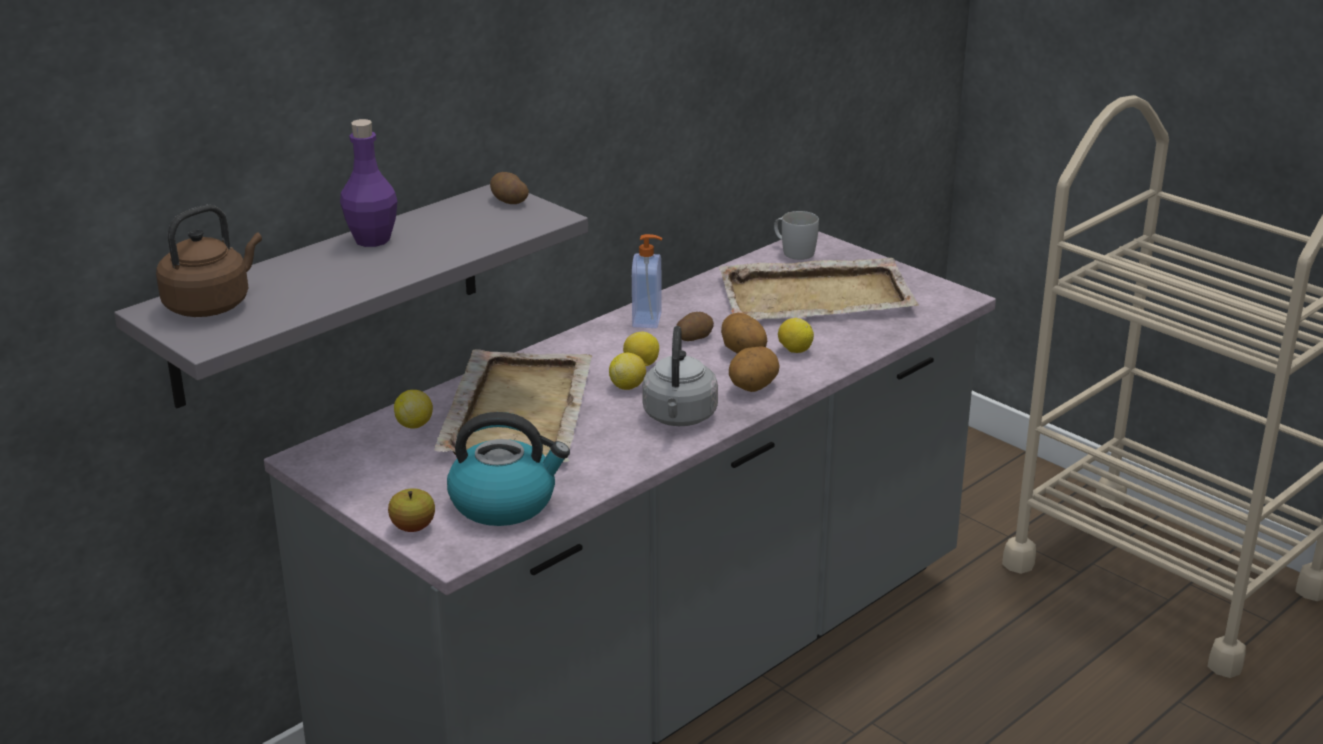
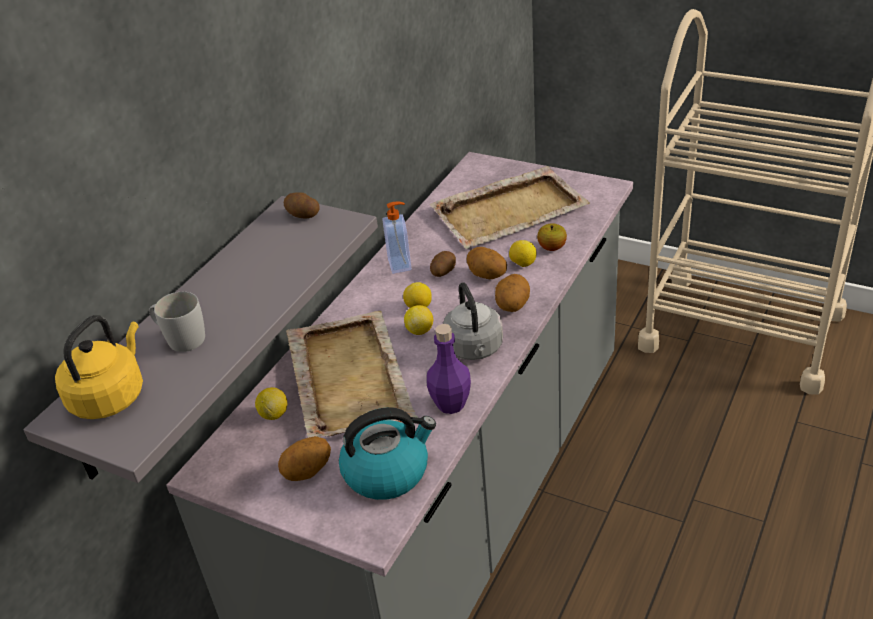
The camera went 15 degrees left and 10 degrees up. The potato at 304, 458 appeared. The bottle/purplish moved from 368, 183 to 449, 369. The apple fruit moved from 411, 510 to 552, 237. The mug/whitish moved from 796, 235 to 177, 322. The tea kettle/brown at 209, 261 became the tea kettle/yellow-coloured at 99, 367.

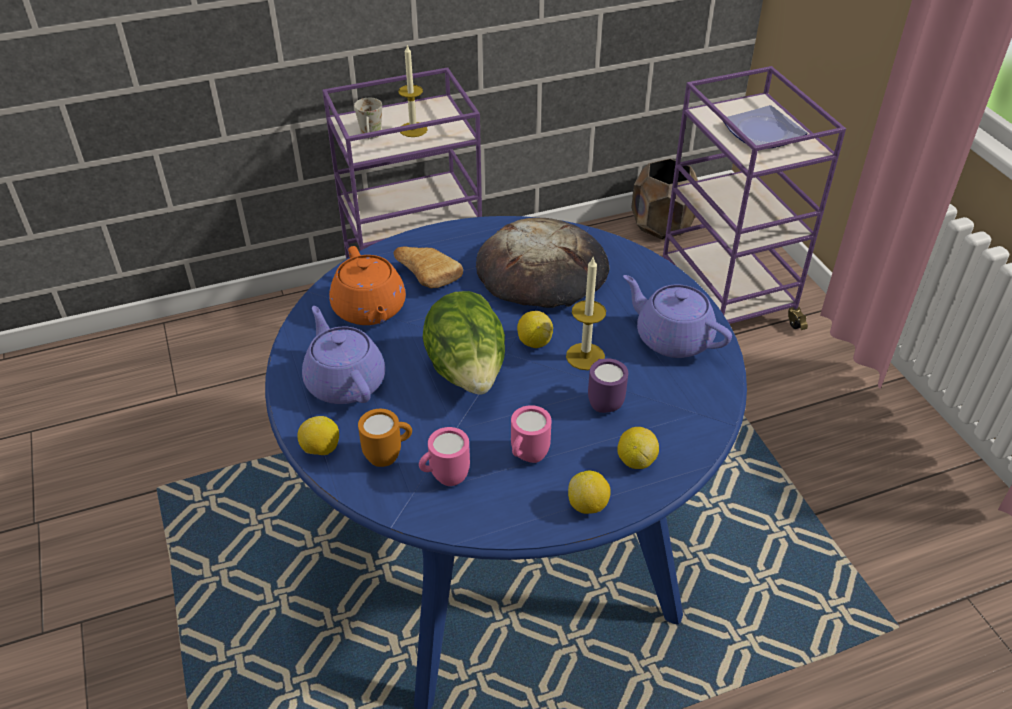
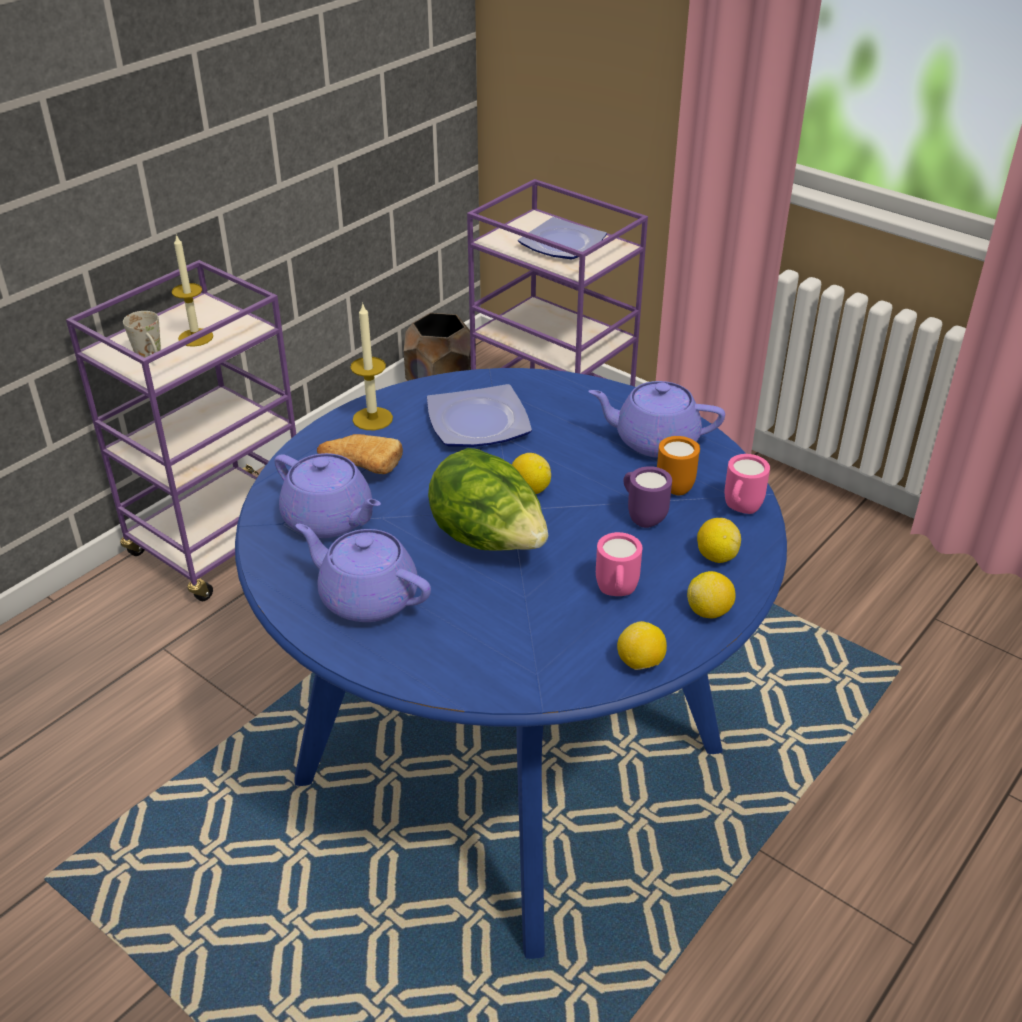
The camera went 30 degrees left and 5 degrees down. The whole lemon moved from 318, 435 to 642, 645. The mug/orangey moved from 385, 438 to 678, 466. The mug/pinkish moved from 444, 456 to 747, 484. The wax candle moved from 586, 313 to 371, 366. The bakery bread at 542, 263 was replaced by the plate at 479, 415. The tea pot/orangey at 367, 285 became the tea pot/purplish at 327, 495.

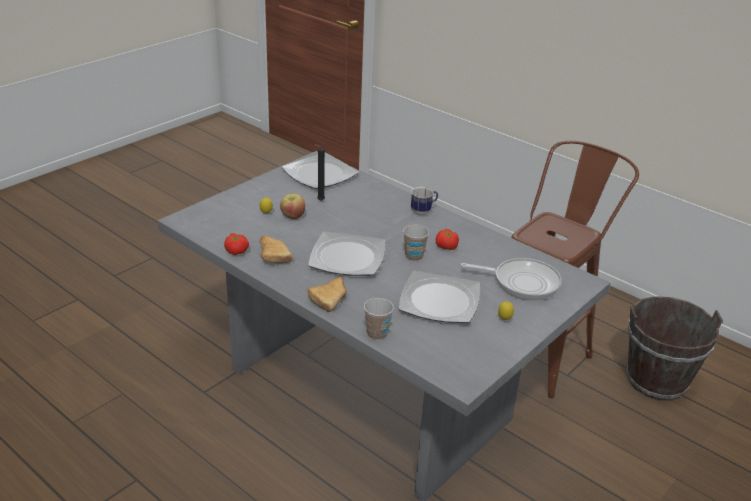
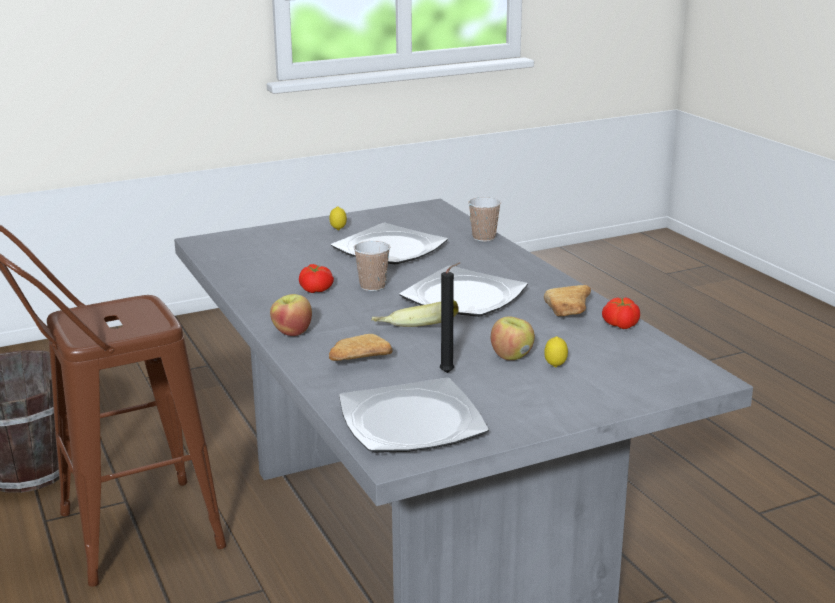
The camera went 155 degrees left and 10 degrees down. The frying pan at 511, 279 disappeared. The whole banana at 415, 313 appeared. The bakery bread moved from 327, 294 to 361, 347. The mug at 424, 201 was replaced by the apple fruit at 291, 315.

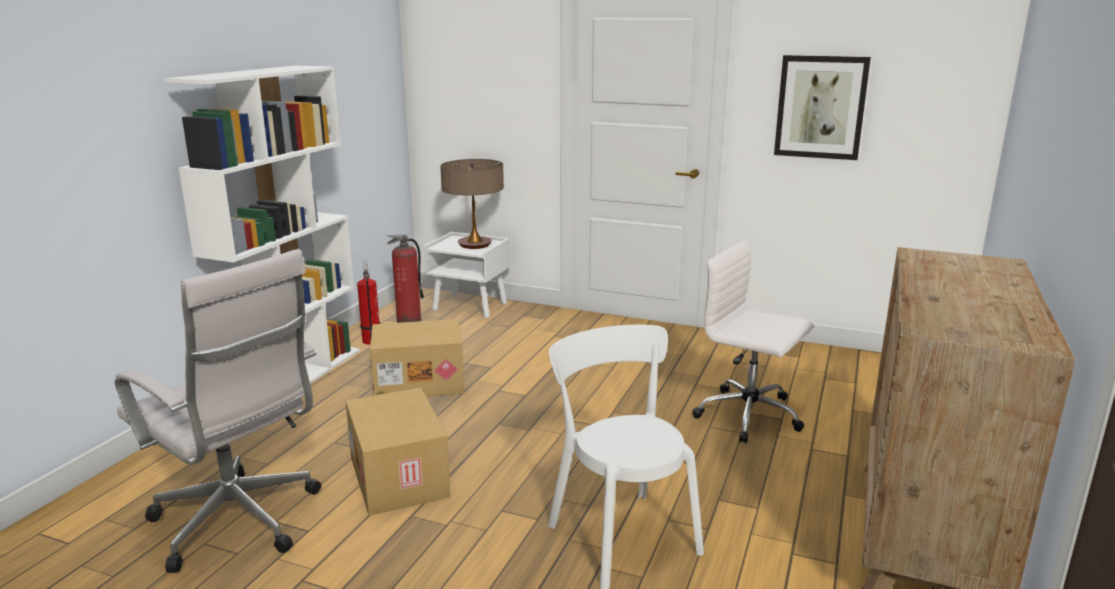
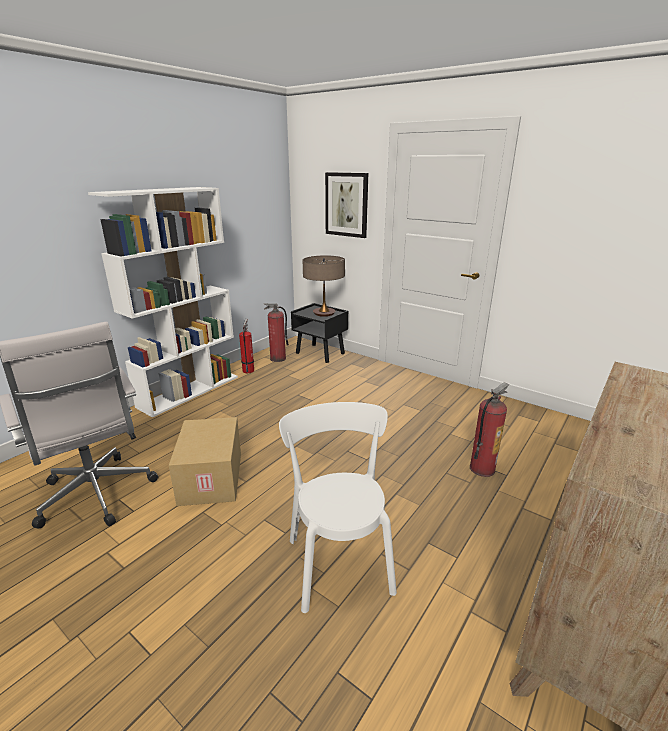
The camera went 15 degrees right and 5 degrees up. The packing box at 417, 358 disappeared. The picture moved from 822, 107 to 346, 205. The computer chair/whitish at 752, 342 was replaced by the fire extinguisher at 489, 430. The bedside table/whitish at 467, 275 became the bedside table/blackish at 319, 333.

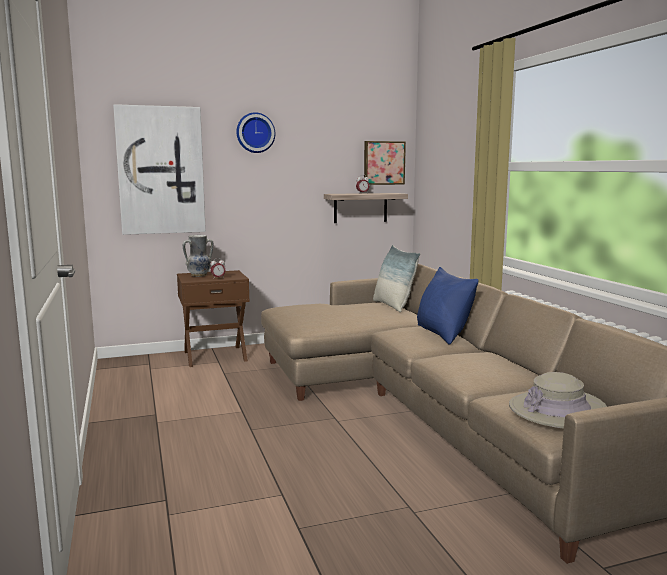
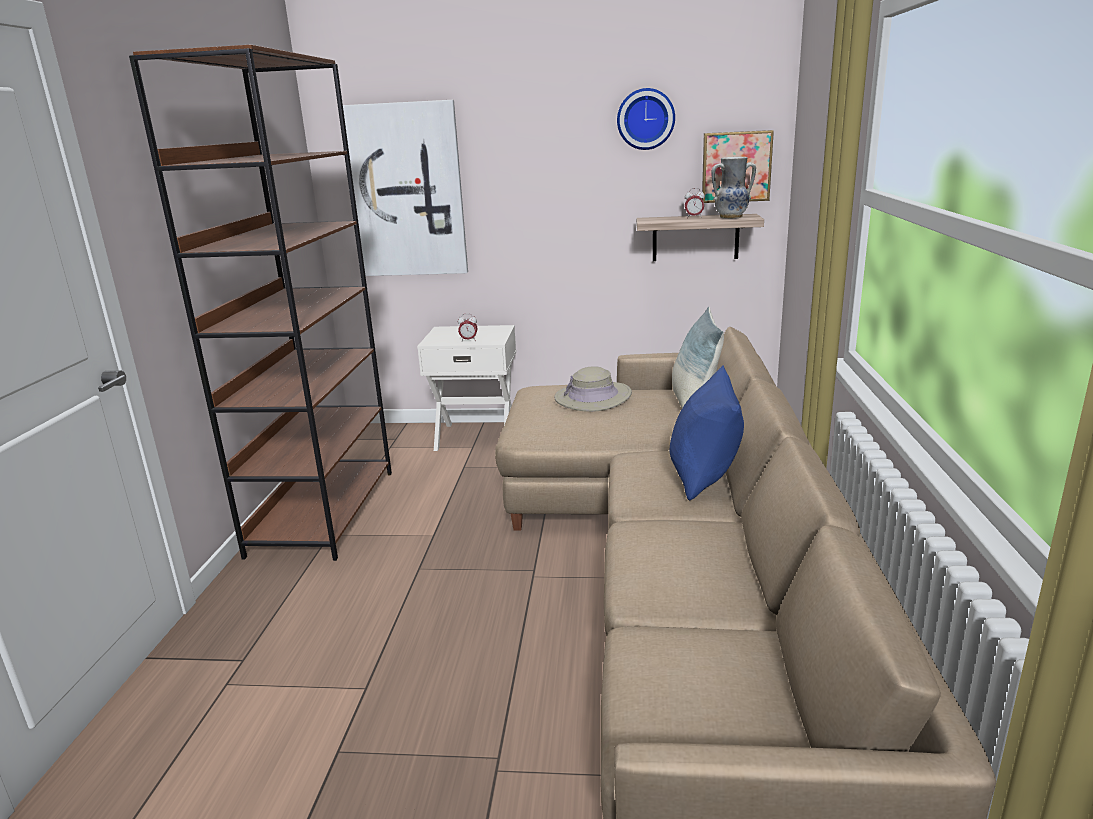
The camera went 25 degrees right and 10 degrees up. The bookcase/brown at 260, 303 appeared. The flower vase moved from 198, 256 to 733, 188. The hanging clock moved from 255, 132 to 646, 119. The hat/beige moved from 558, 400 to 593, 389. The bedside table/brown at 213, 318 became the bedside table/whitish at 466, 388.

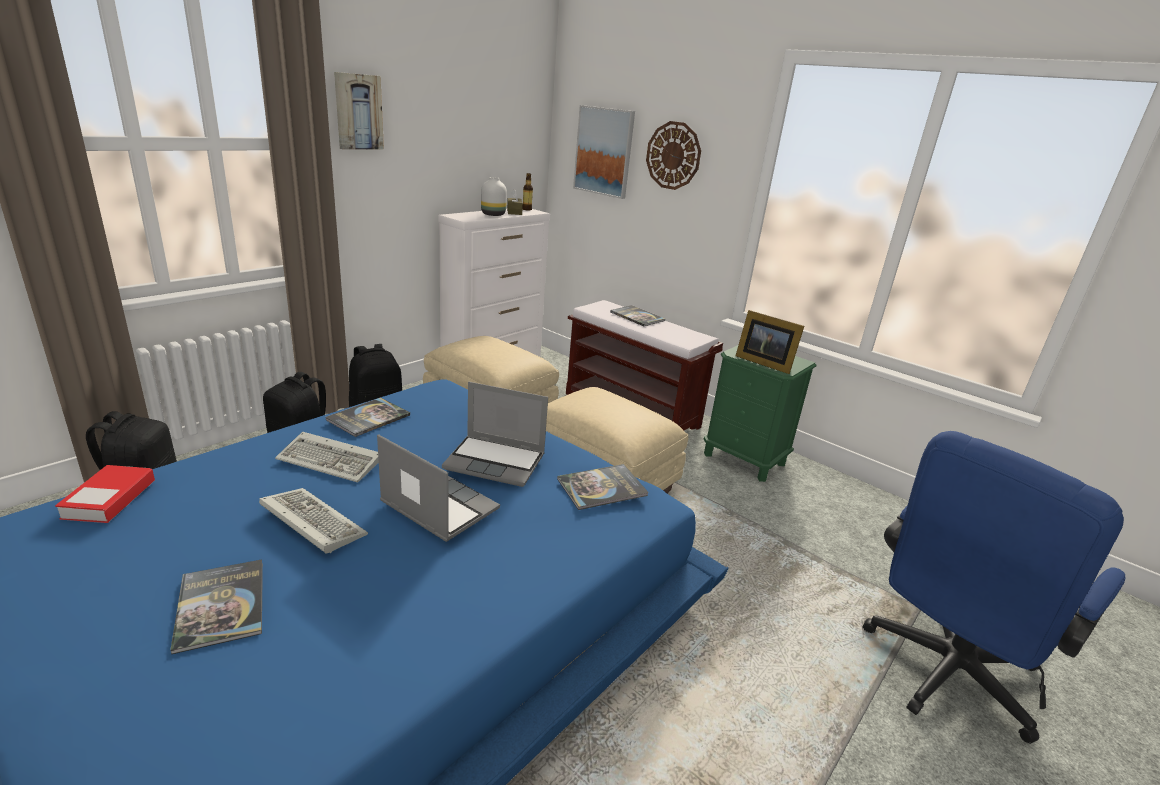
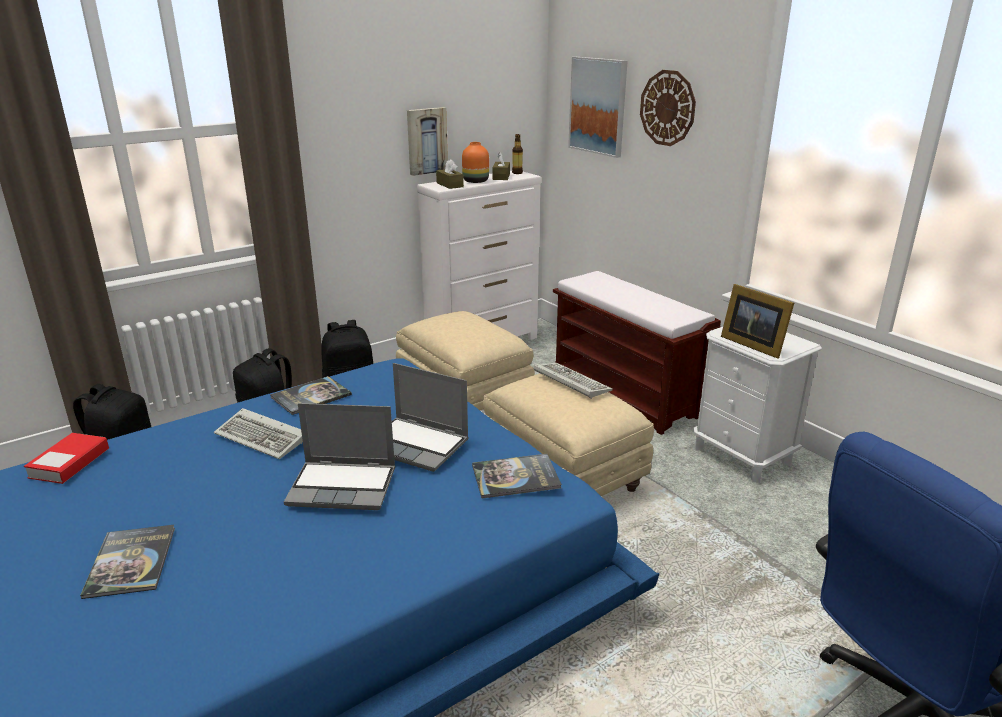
The camera went 15 degrees right and 0 degrees up. The bound book at 637, 315 disappeared. The tissue box/brown at 450, 174 appeared. The keyboard moved from 313, 520 to 573, 381. The picture moved from 359, 111 to 427, 141. The flower vase/whitish at 494, 196 became the flower vase/orangey at 475, 162. The bedside table/greenish at 760, 413 became the bedside table/whitish at 757, 405. The portable computer at 438, 488 turned 135 degrees clockwise.

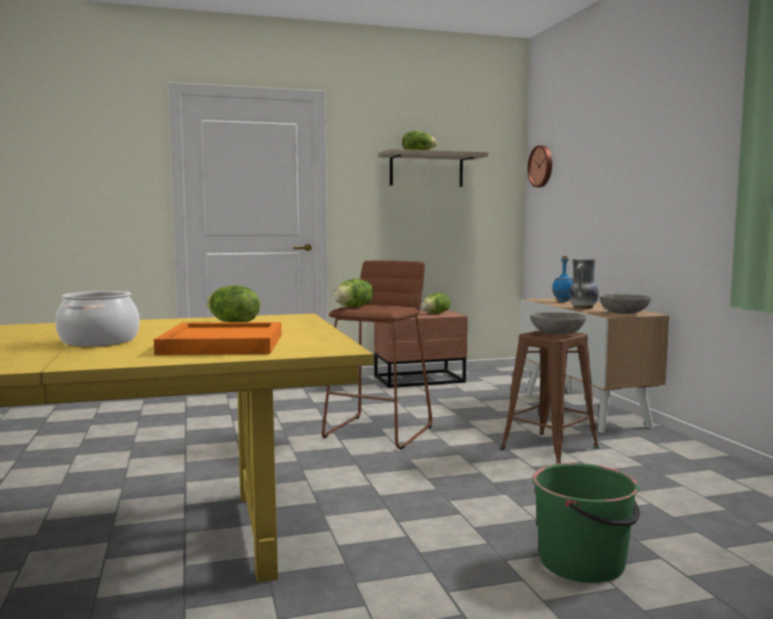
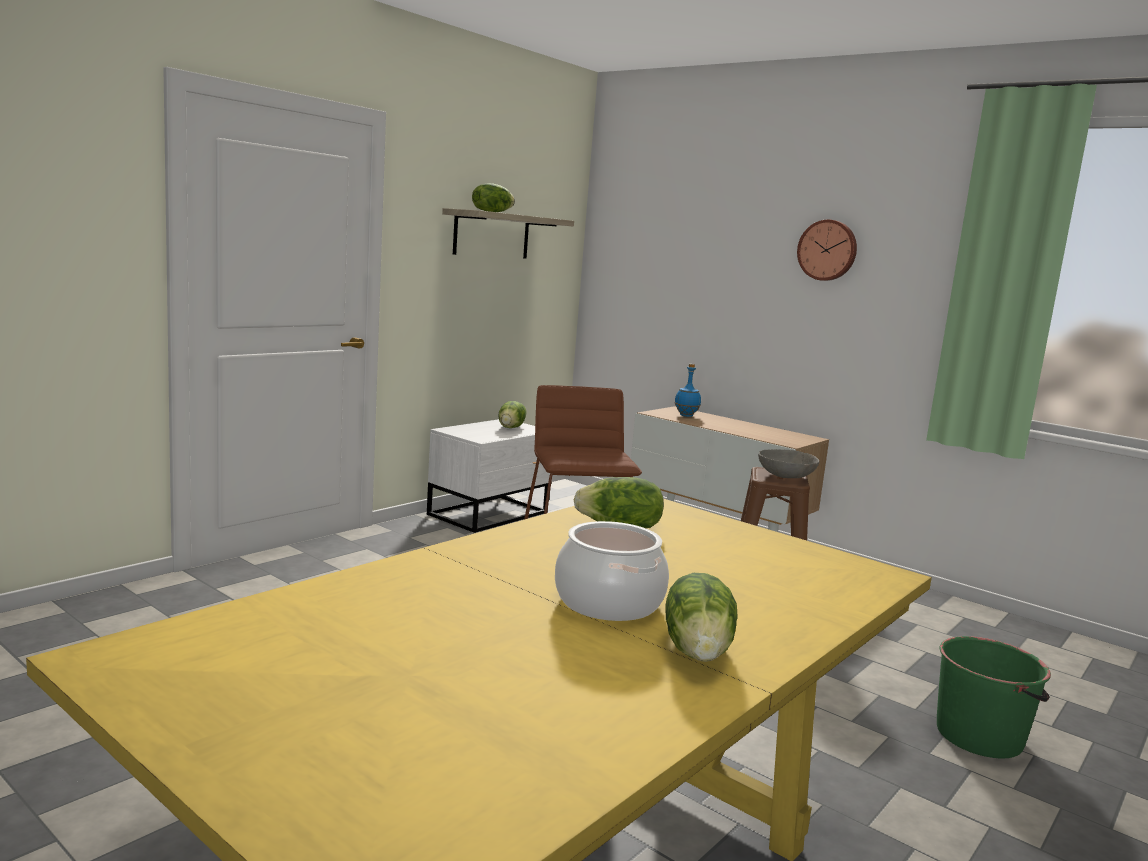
The camera went 35 degrees left and 5 degrees up. The tray/orangey at 217, 338 disappeared. The flower vase at 584, 283 disappeared. The deep dish/grey at 625, 304 disappeared. The lettuce moved from 353, 293 to 701, 617. The hanging clock moved from 539, 166 to 827, 250. The bedside table/brown at 421, 349 became the bedside table/whitish at 489, 476.

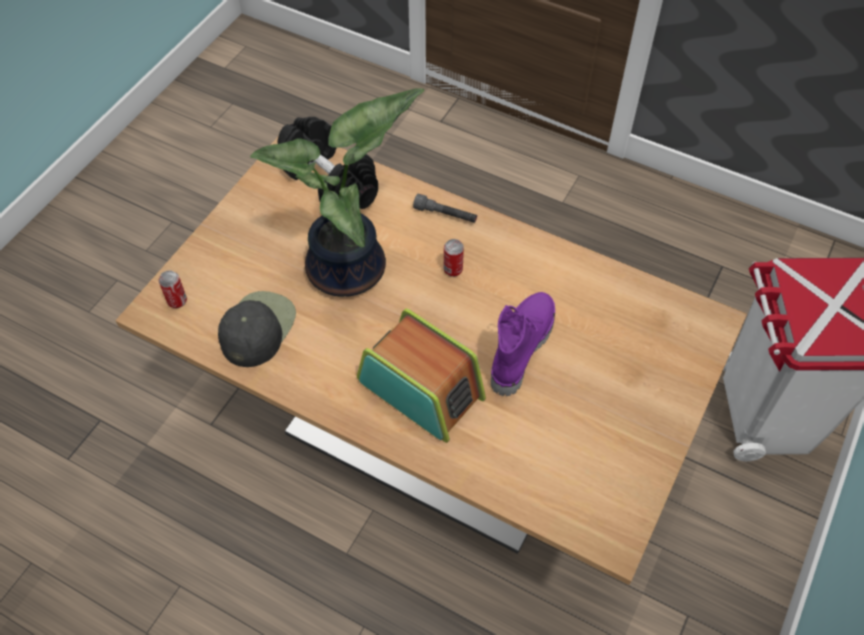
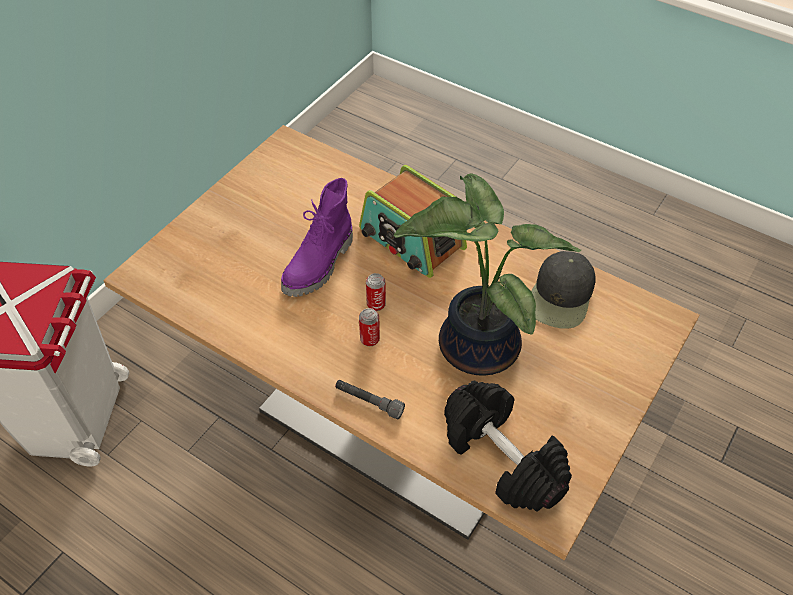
The camera went 175 degrees left and 5 degrees down. The metal can moved from 173, 289 to 376, 292.

